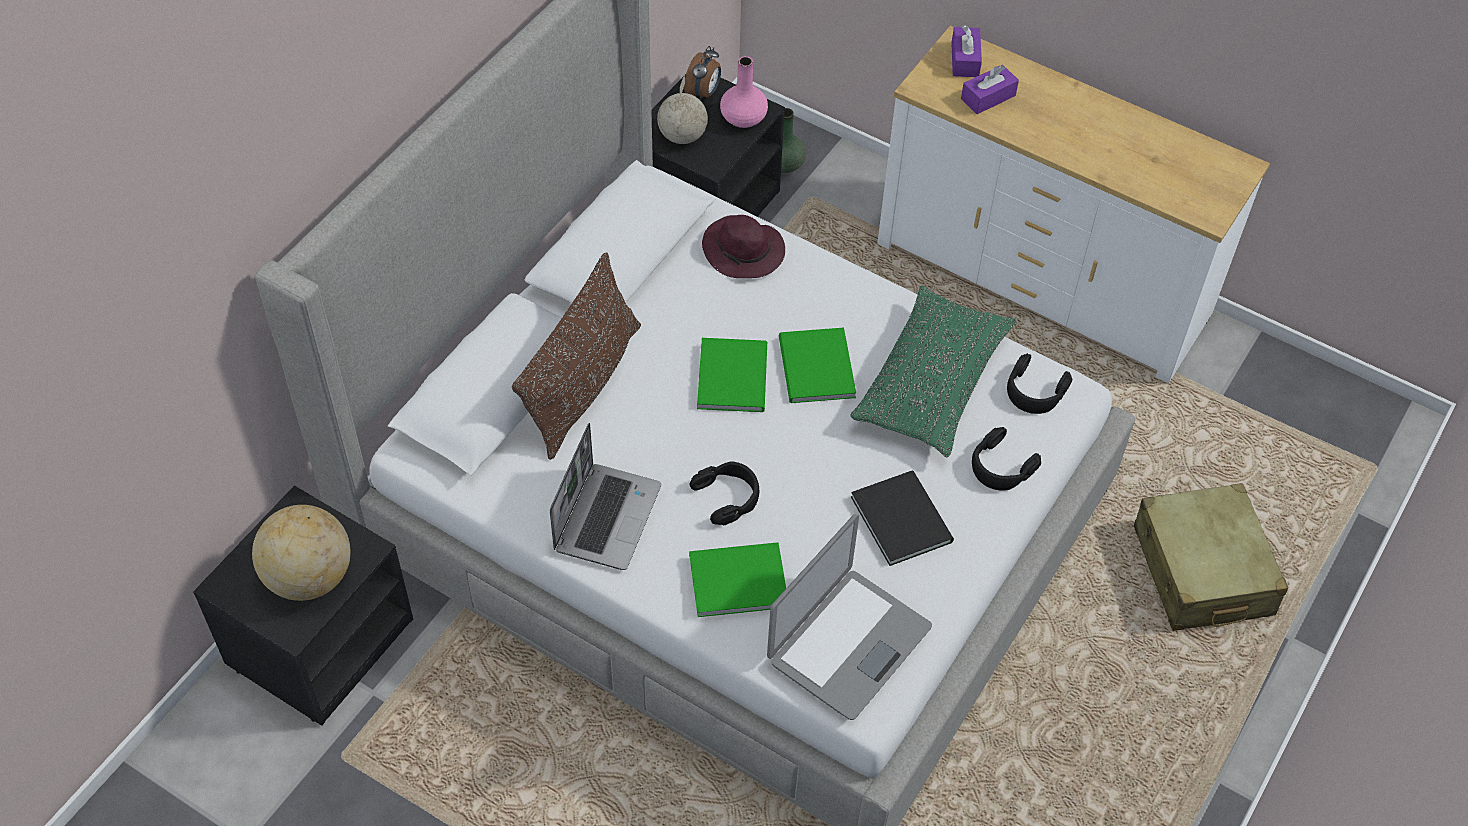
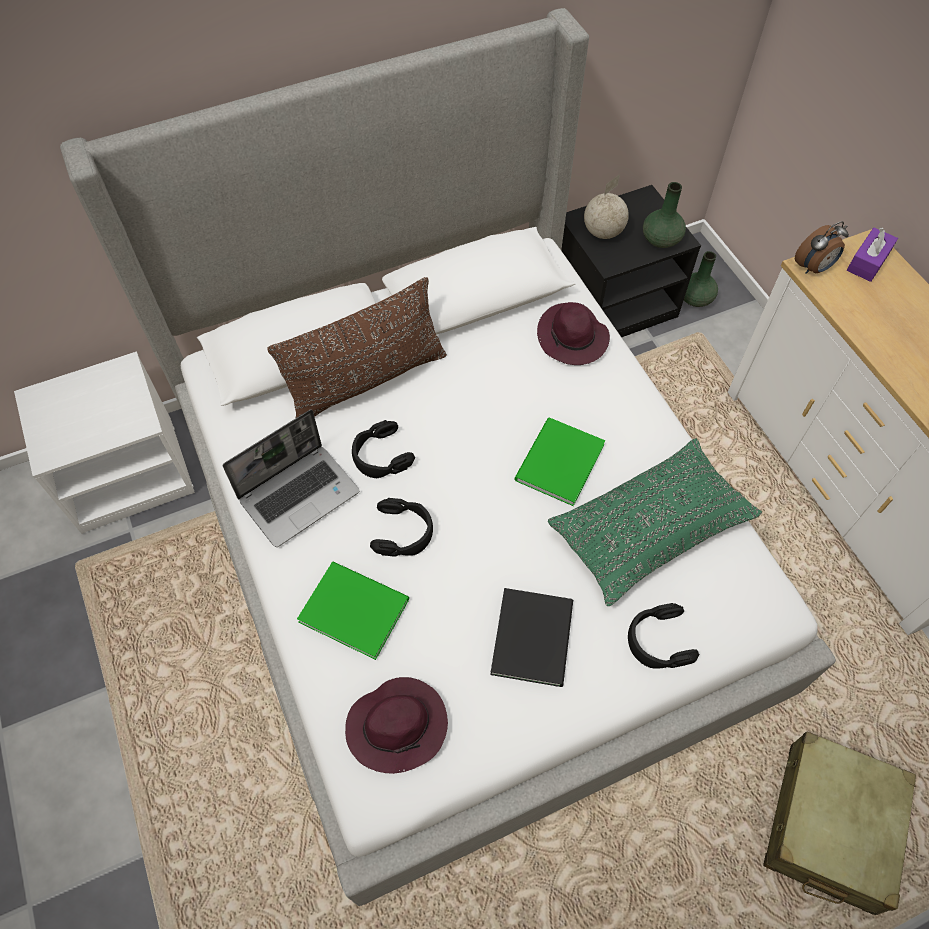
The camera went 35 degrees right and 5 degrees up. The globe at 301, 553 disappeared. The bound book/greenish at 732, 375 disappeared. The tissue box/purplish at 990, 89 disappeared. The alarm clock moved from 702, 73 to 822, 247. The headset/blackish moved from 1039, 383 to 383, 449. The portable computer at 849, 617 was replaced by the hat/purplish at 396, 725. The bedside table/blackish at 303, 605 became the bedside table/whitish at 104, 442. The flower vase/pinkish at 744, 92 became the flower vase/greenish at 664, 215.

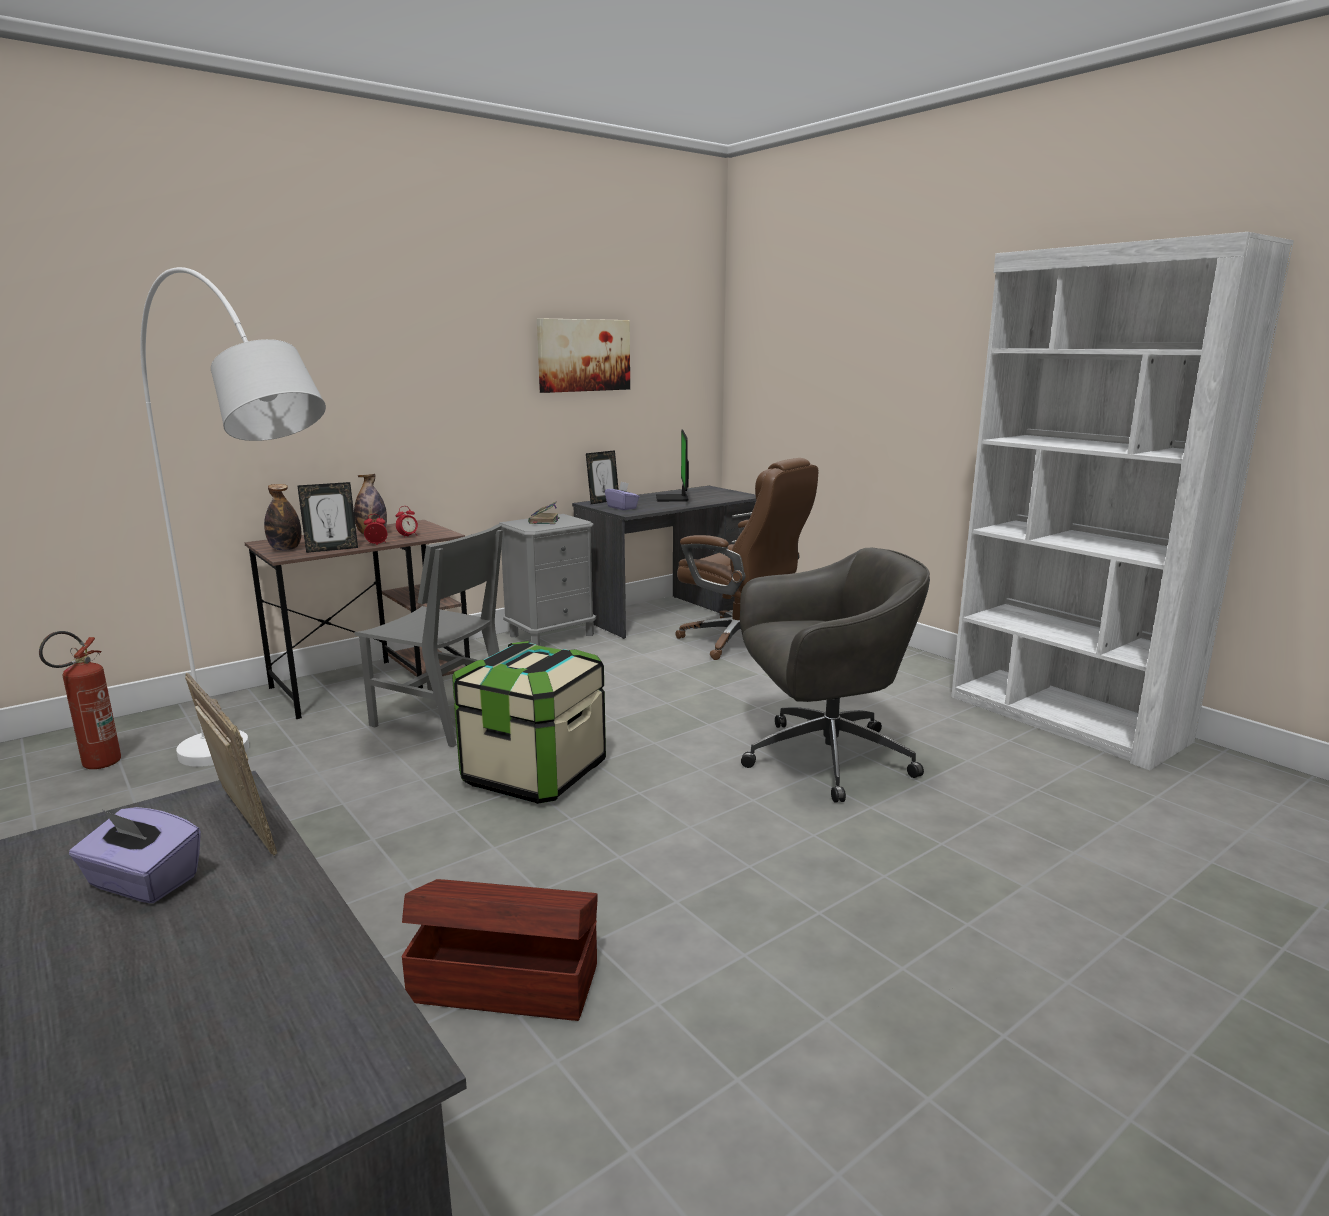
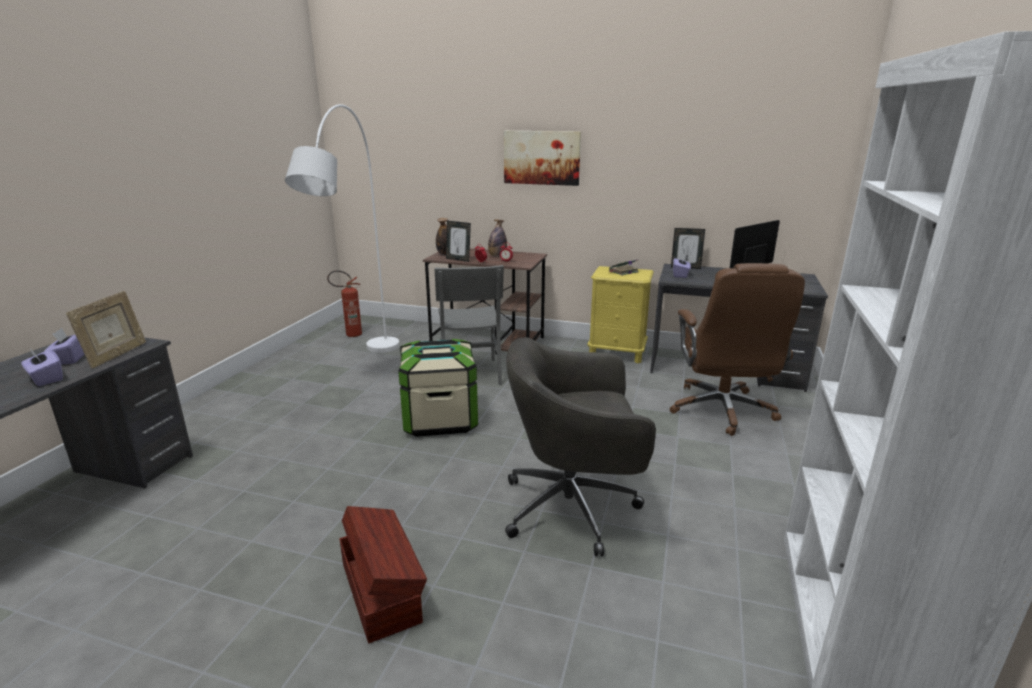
The camera went 55 degrees right and 5 degrees up. The tissue box/purplish at 42, 367 appeared. The storage bin/brown moved from 499, 950 to 383, 574. The picture moved from 583, 355 to 542, 158. The bedside table/grey at 547, 580 became the bedside table/yellow-coloured at 620, 315. The computer chair/grey at 835, 675 turned 135 degrees clockwise.

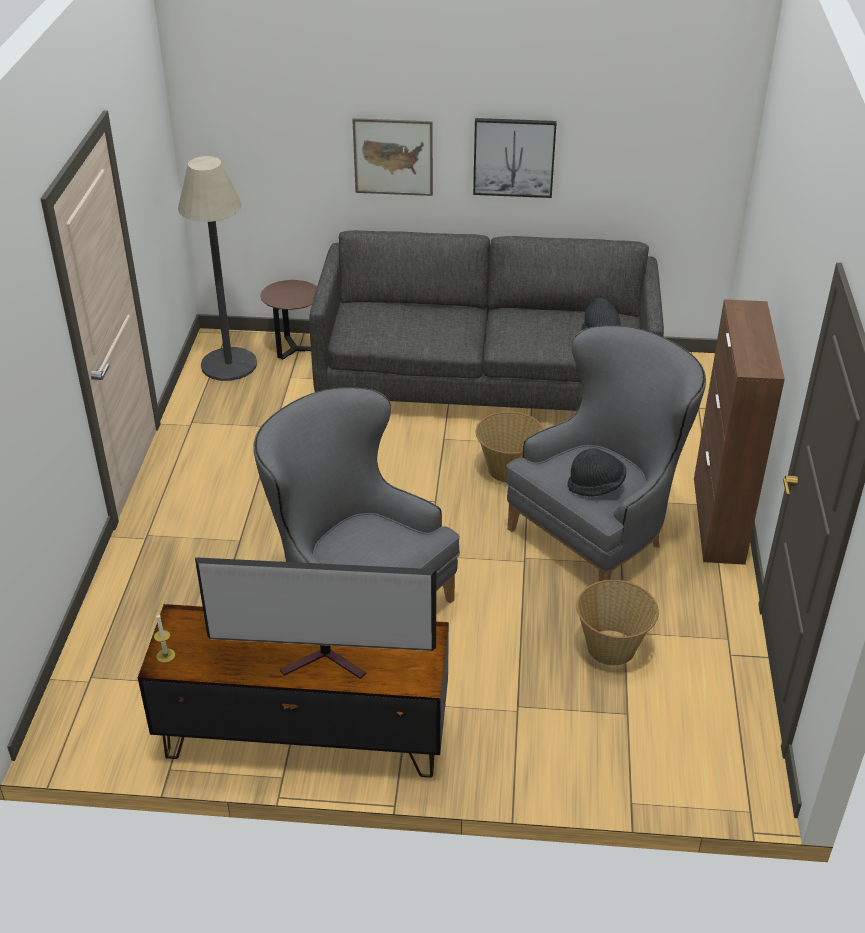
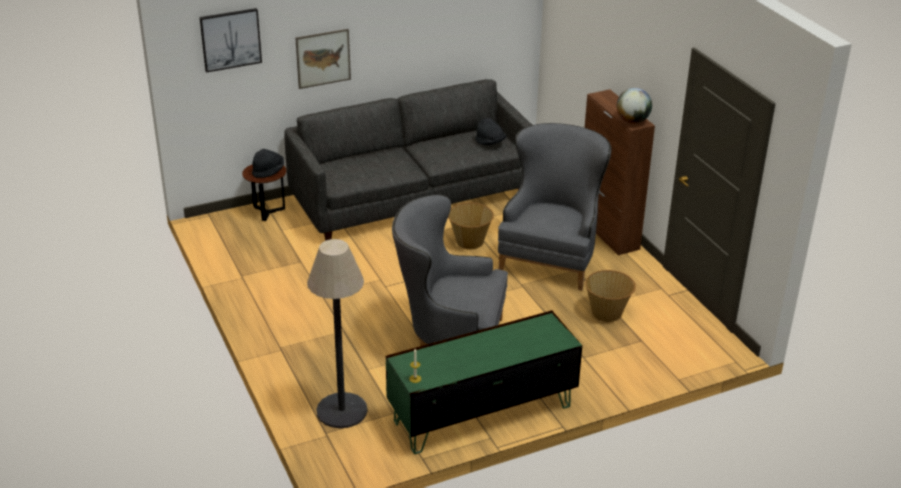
The camera went 30 degrees left and 5 degrees down. The television at 315, 618 disappeared. The globe at 634, 105 appeared. The standard lamp moved from 217, 268 to 337, 333. The picture moved from 515, 158 to 231, 40. The hat/blackish moved from 597, 472 to 268, 163. The tv unit/brown at 293, 691 became the tv unit/greenish at 484, 382.

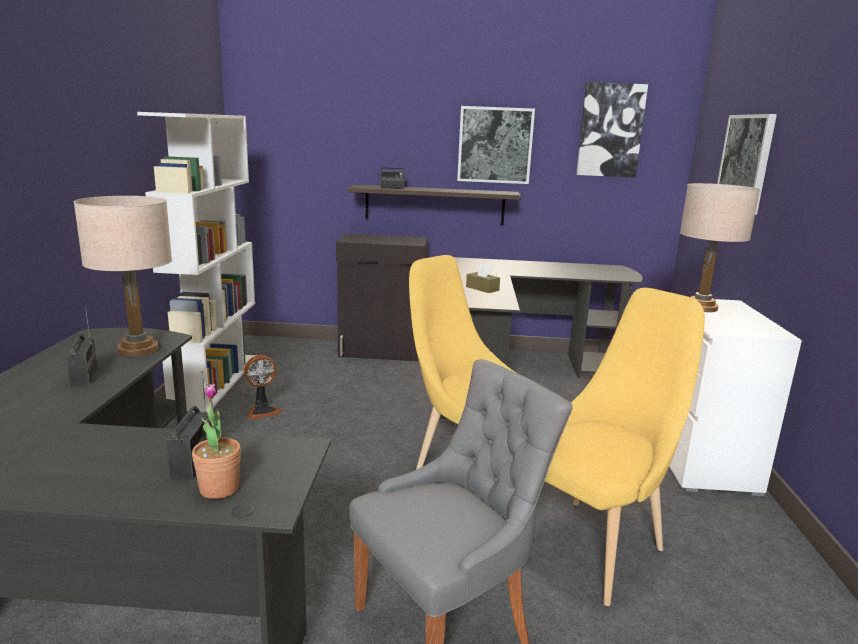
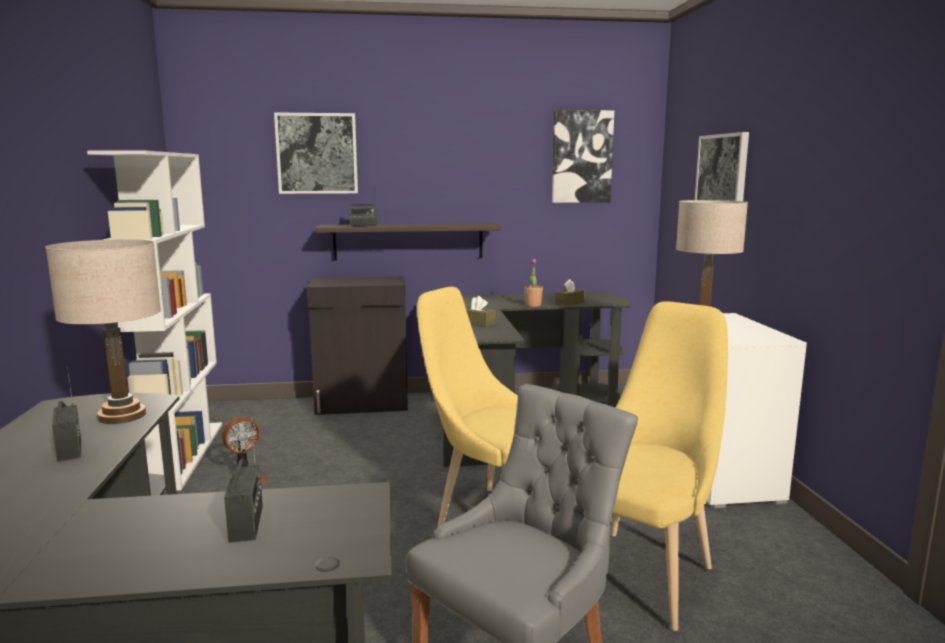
The camera went 10 degrees left and 5 degrees down. The tissue box/brown at 570, 292 appeared. The plant in a pot moved from 216, 441 to 534, 283. The picture moved from 496, 145 to 316, 153.

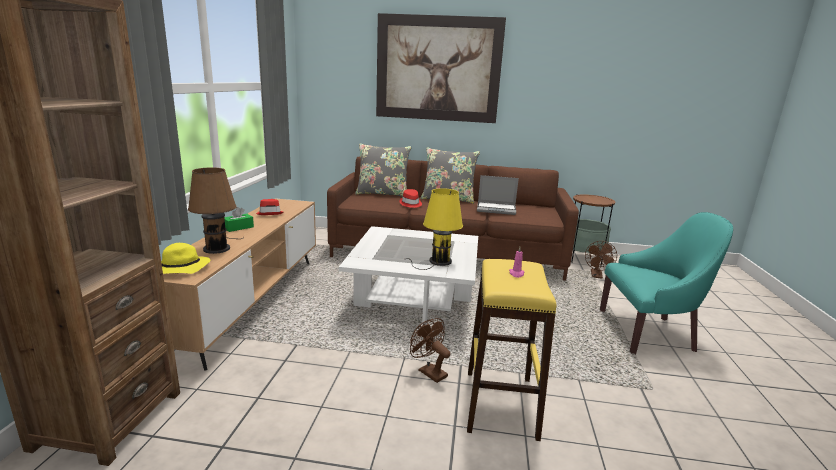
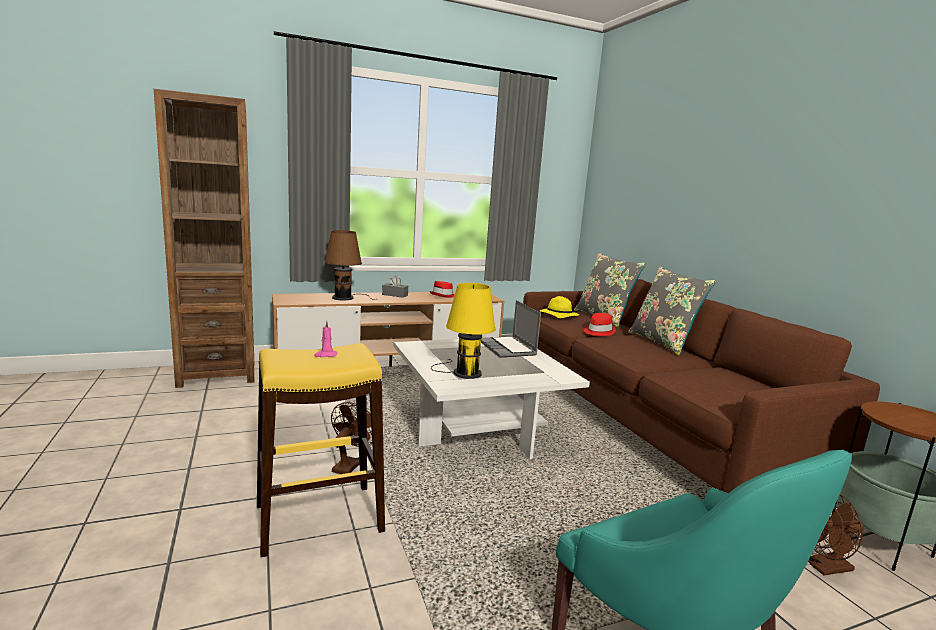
The camera went 60 degrees right and 5 degrees down. The picture at 441, 68 disappeared. The hat/yellow-coloured moved from 185, 258 to 560, 307. The portable computer moved from 498, 195 to 511, 328. The tissue box/greenish at 239, 219 became the tissue box/grey at 395, 287.

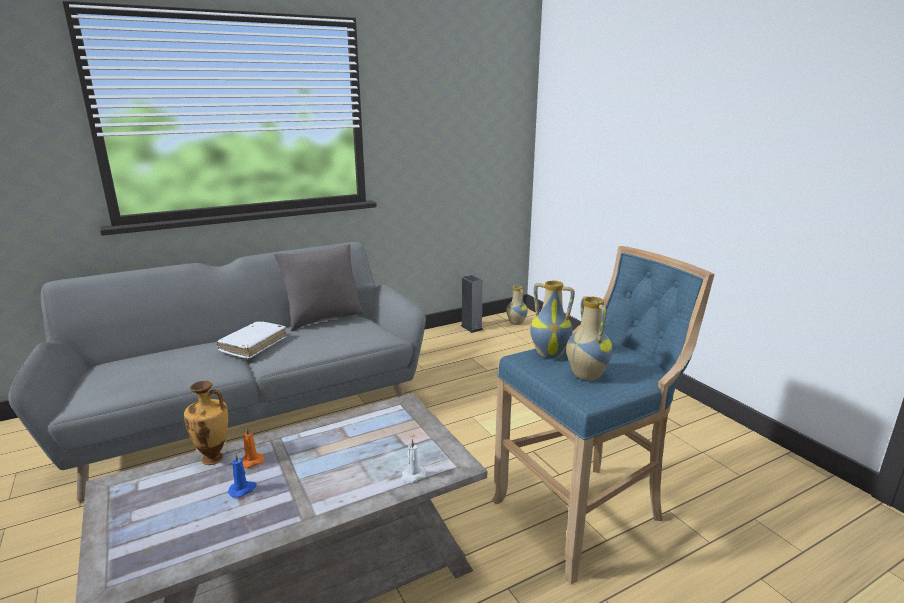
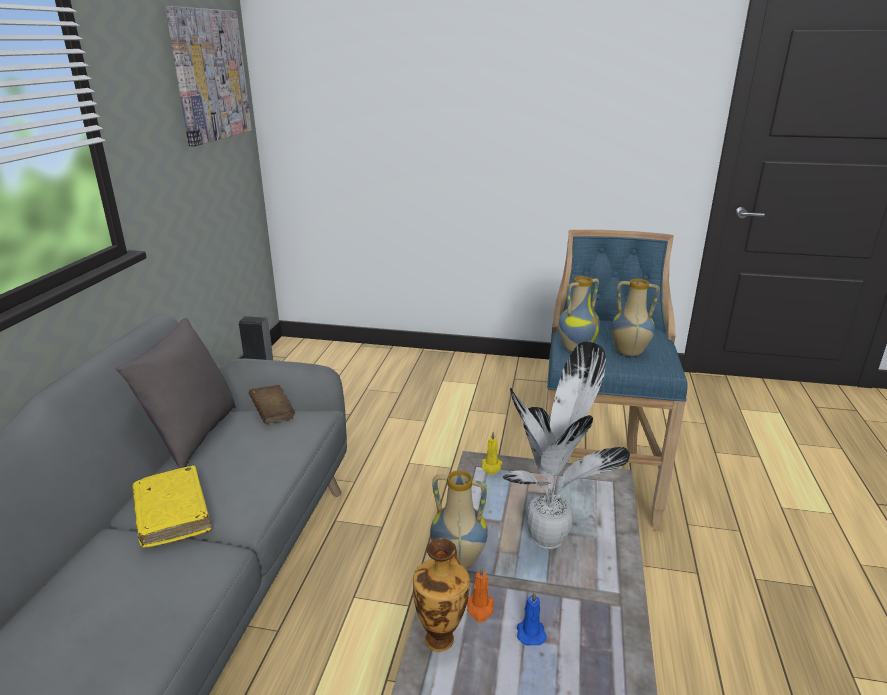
The camera went 50 degrees left and 5 degrees up. The wax candle/whitish at 413, 461 disappeared. The picture at 208, 76 appeared. The bound book/brown at 272, 404 appeared. The wax candle/yellow-coloured at 492, 453 appeared. The plant in a pot at 566, 445 appeared. The flower vase moved from 517, 305 to 459, 519. The bound book/whitish at 251, 340 became the bound book/yellow-coloured at 172, 506.

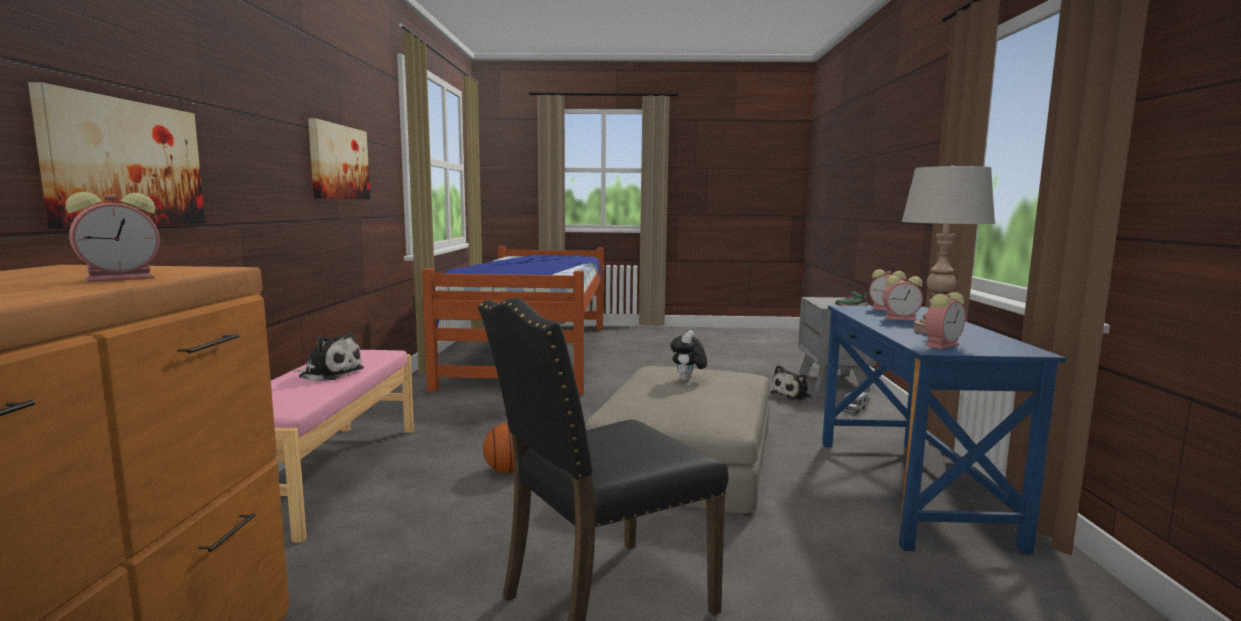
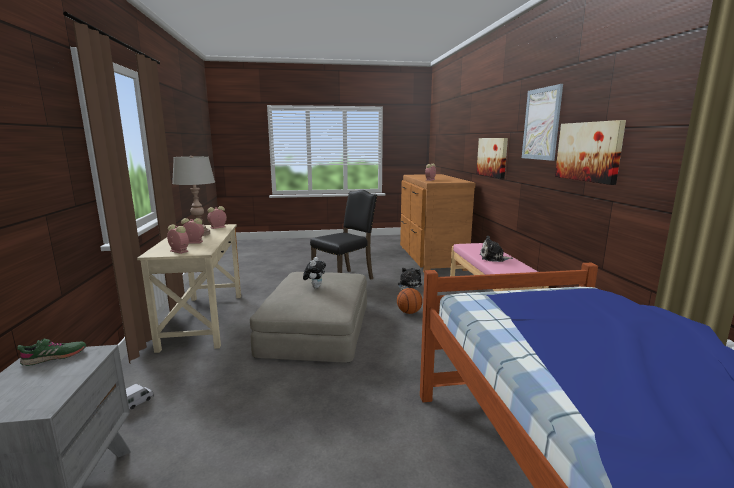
The camera went 170 degrees right and 5 degrees up. The picture at 542, 122 appeared. The cuddly toy moved from 791, 383 to 410, 279. The desk/bluish at 944, 429 became the desk/beige at 189, 288.

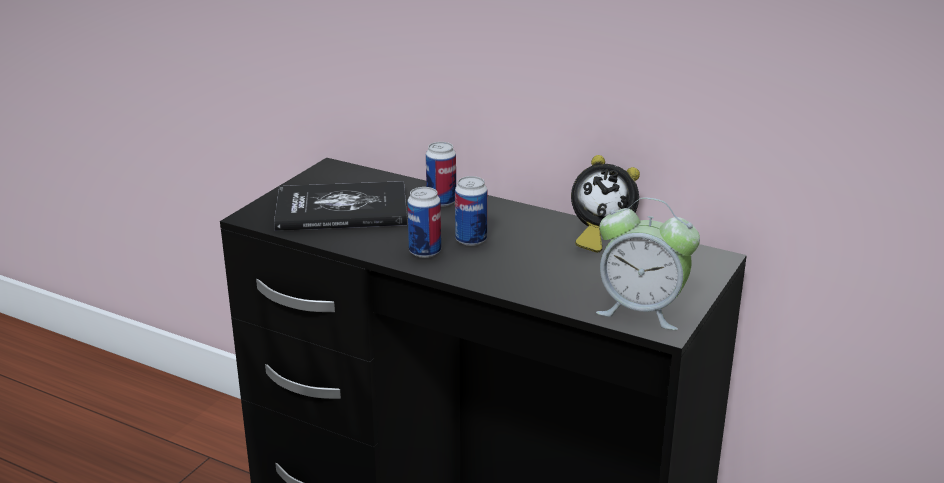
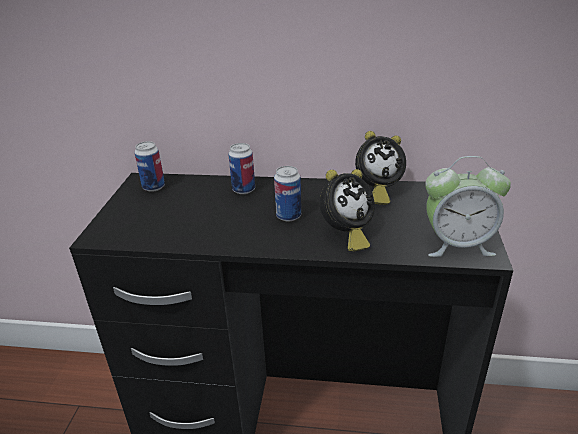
The camera went 20 degrees left and 5 degrees up. The bound book at 340, 206 disappeared. The alarm clock at 347, 210 appeared. The metal can moved from 424, 222 to 149, 166.

